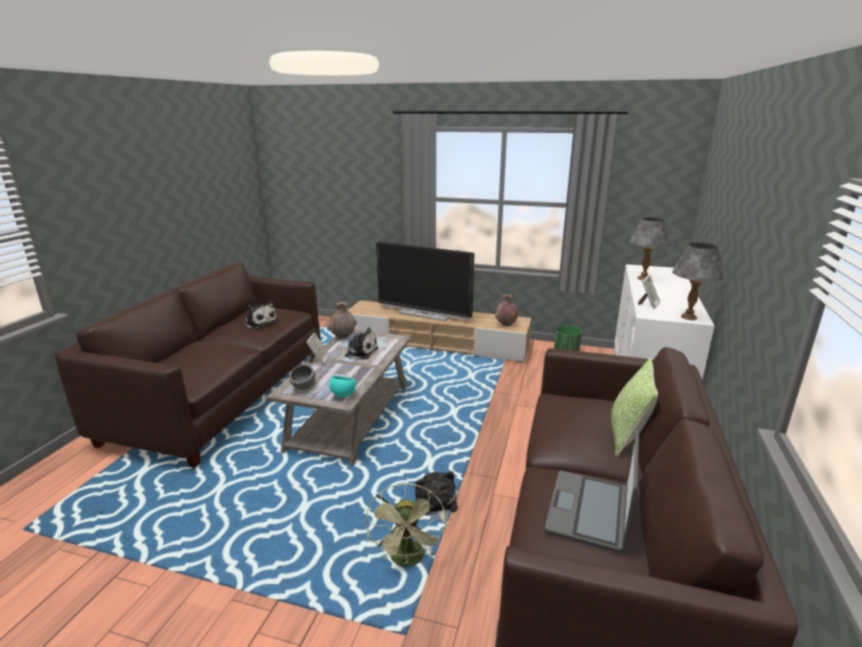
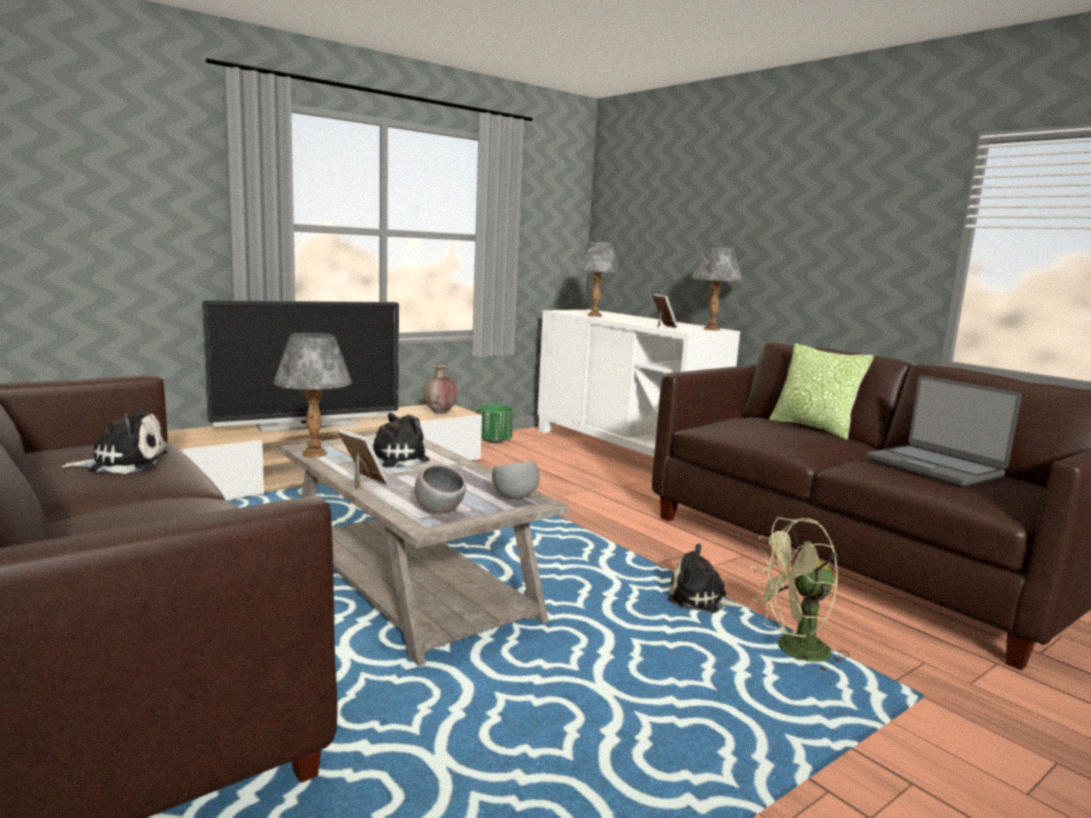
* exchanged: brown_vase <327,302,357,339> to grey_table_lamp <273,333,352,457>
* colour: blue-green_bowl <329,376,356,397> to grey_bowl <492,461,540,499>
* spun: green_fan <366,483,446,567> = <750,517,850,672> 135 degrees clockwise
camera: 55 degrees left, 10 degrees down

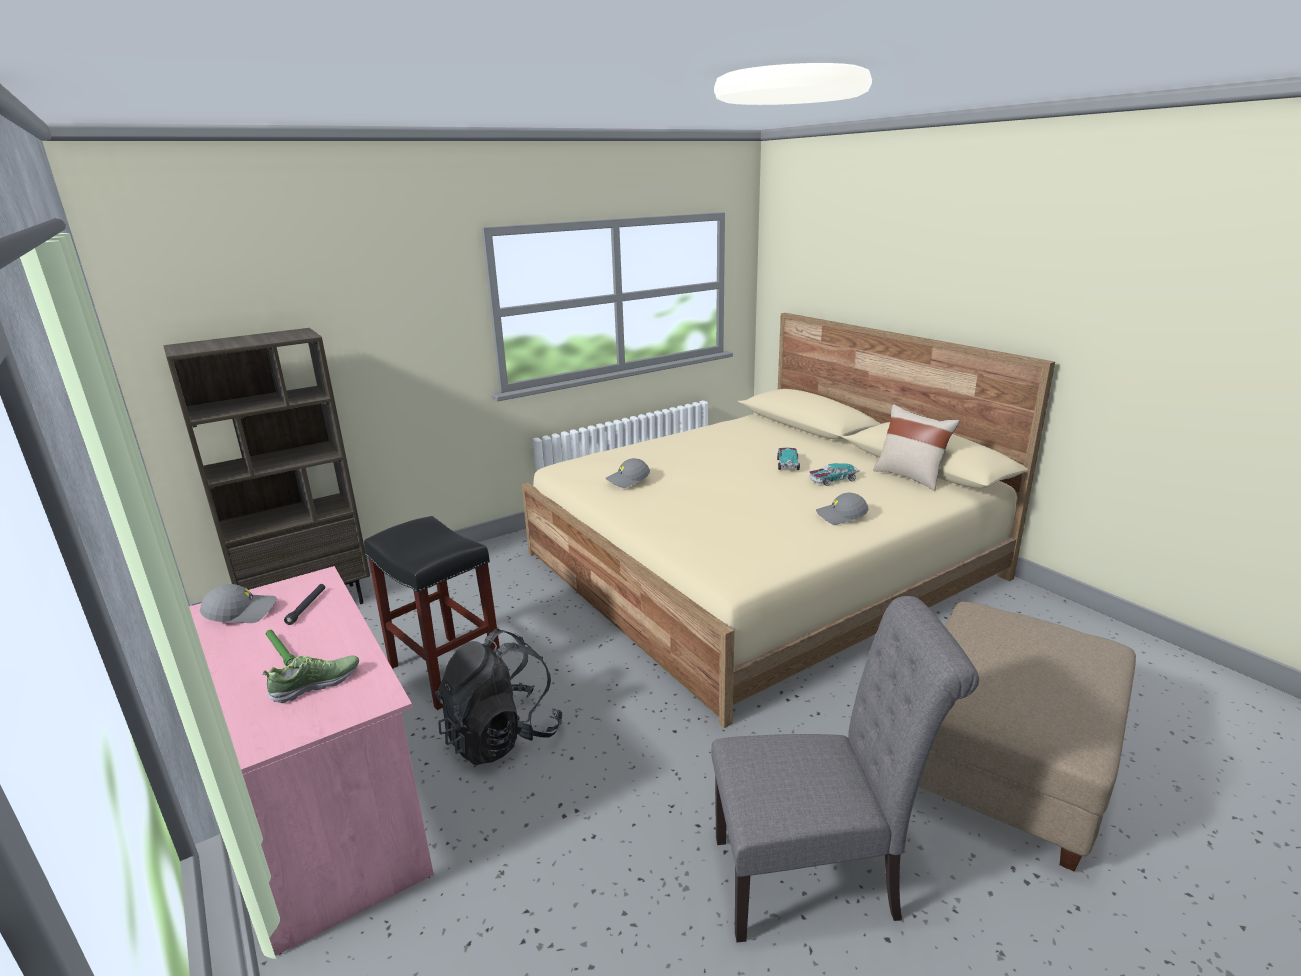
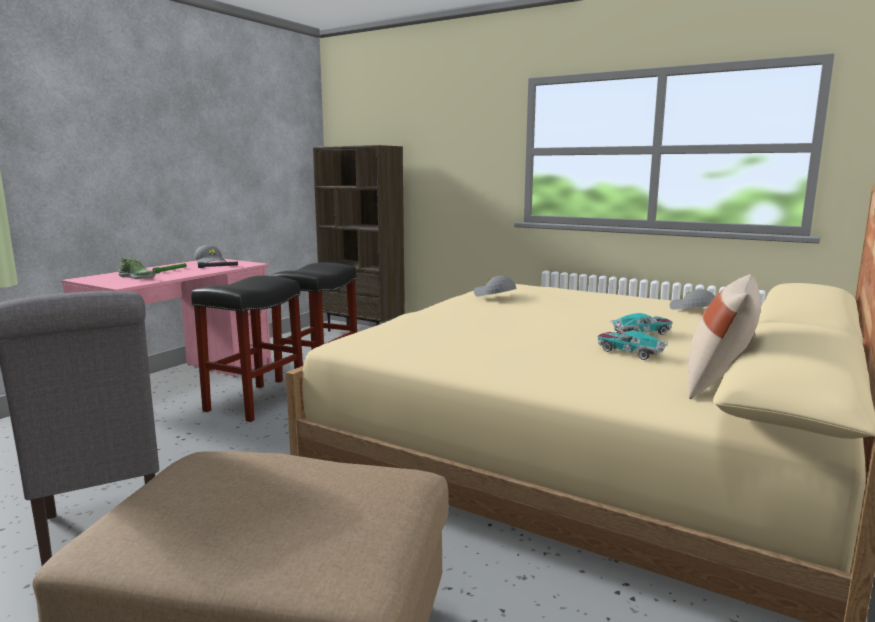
* relocated: grey_baseball_cap <816,493,869,525> to <670,289,716,310>
* exchanged: blackish_backpack <435,628,562,765> to blackish_stool_seat <191,275,303,422>
camera: 65 degrees right, 10 degrees down

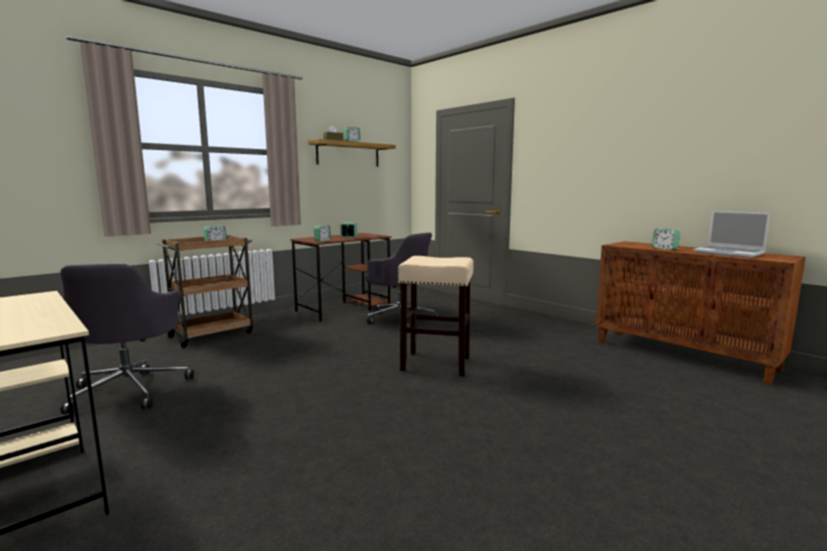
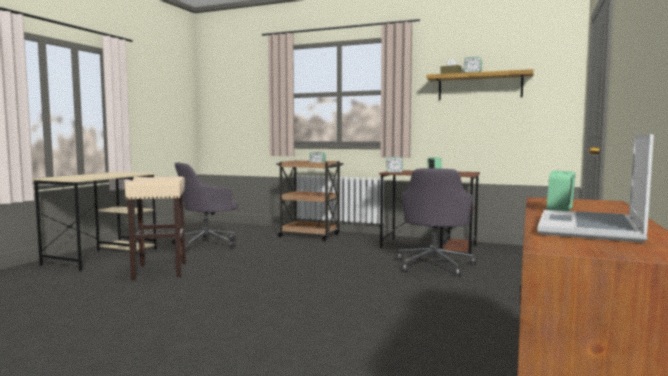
* relocated: sand-coloured_stool_seat <398,256,474,376> to <125,177,186,280>
camera: 65 degrees right, 5 degrees down

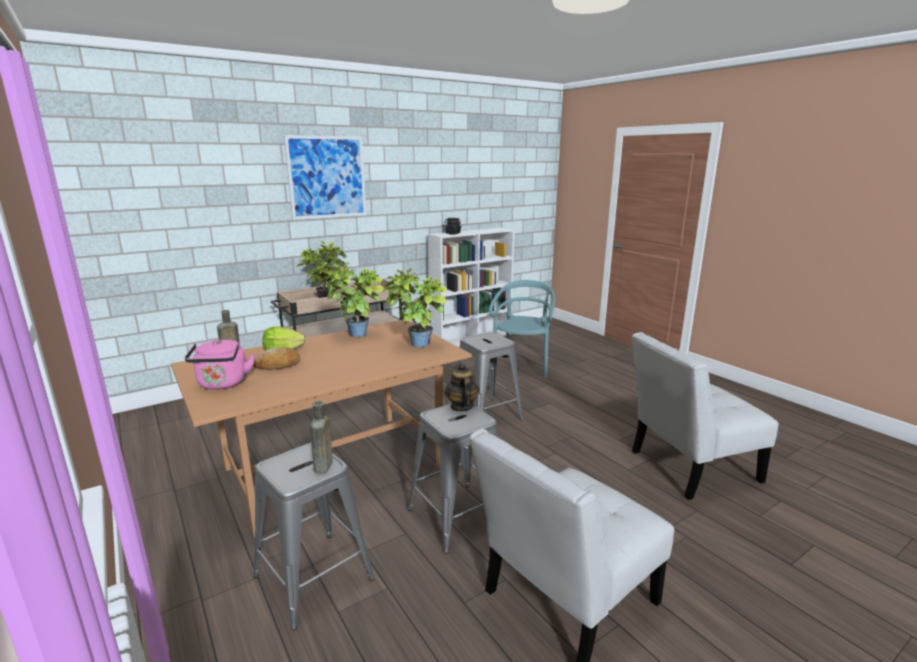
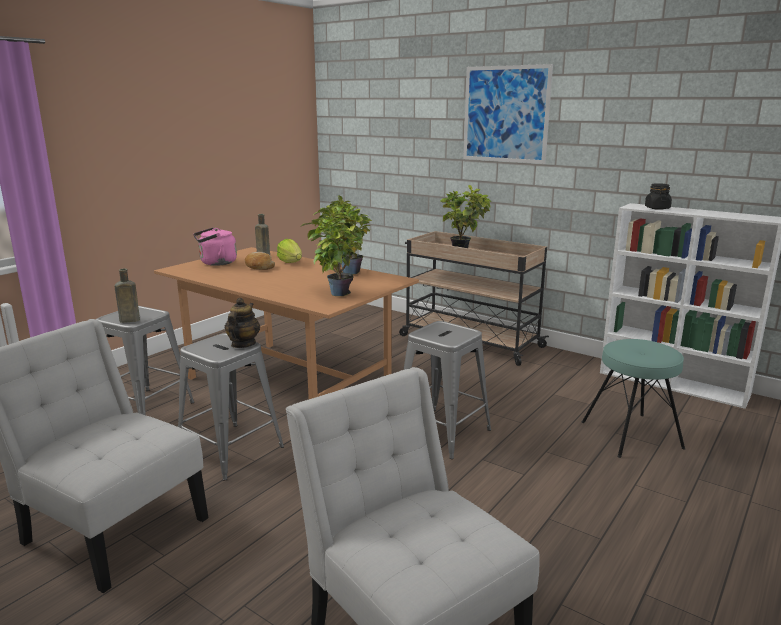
* exchanged: blue-green_plain_chair <489,280,555,378> to blue-green_stool_seat <582,339,685,458>
* spun: pot_for_tea <445,363,480,412> = <225,298,260,348> 45 degrees counterclockwise
camera: 70 degrees right, 0 degrees up

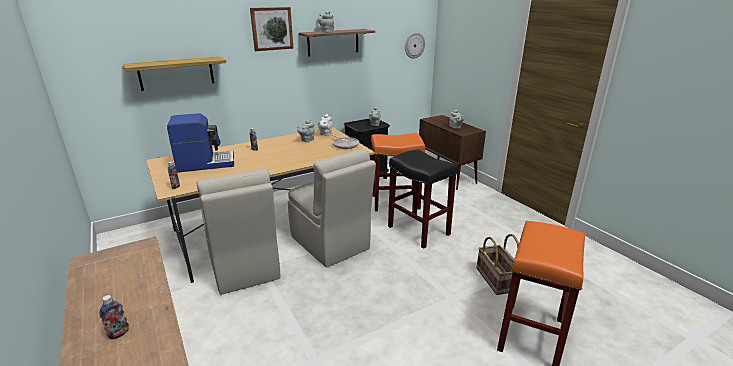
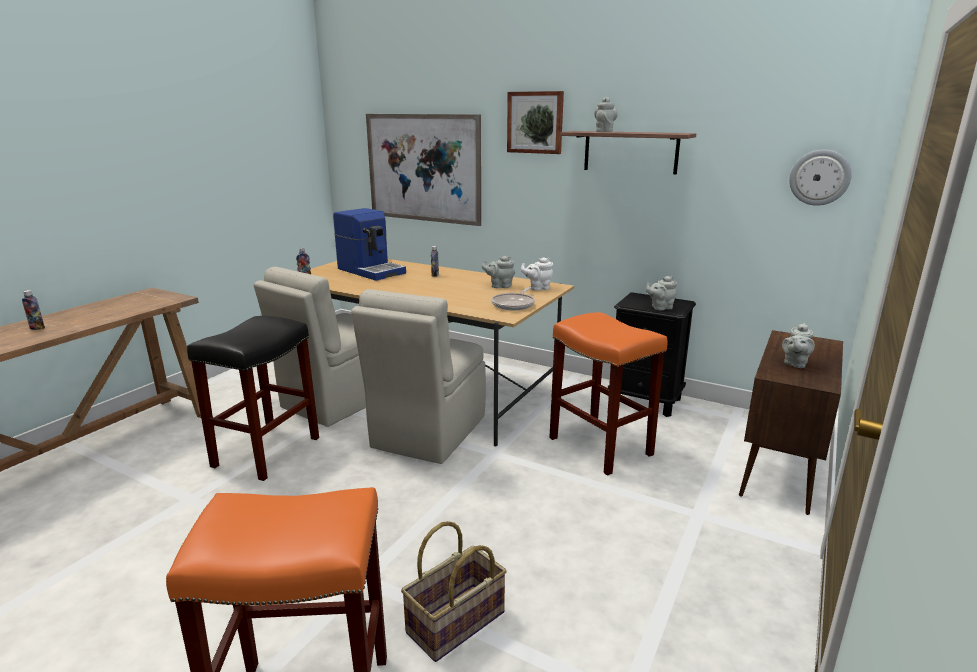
* relocated: blackish_stool_seat <388,150,458,249> to <187,316,319,481>
* exchanged: wall_shelf <123,56,226,91> to wall_art <366,114,481,226>
camera: 60 degrees right, 5 degrees down

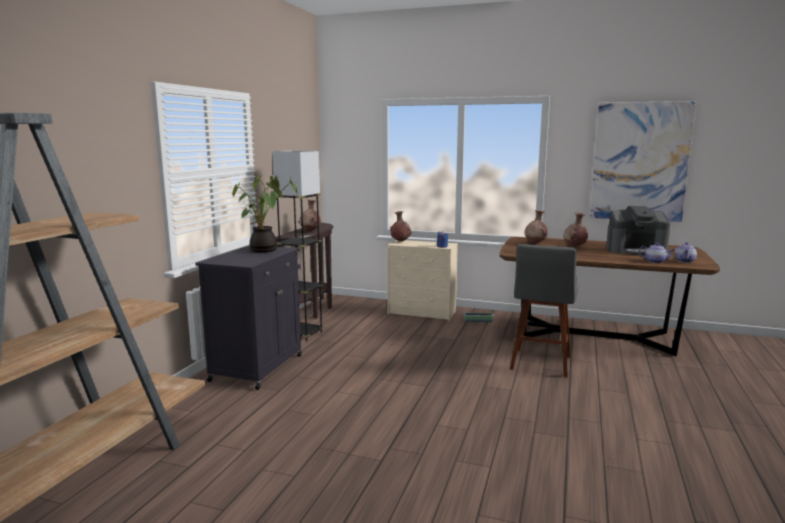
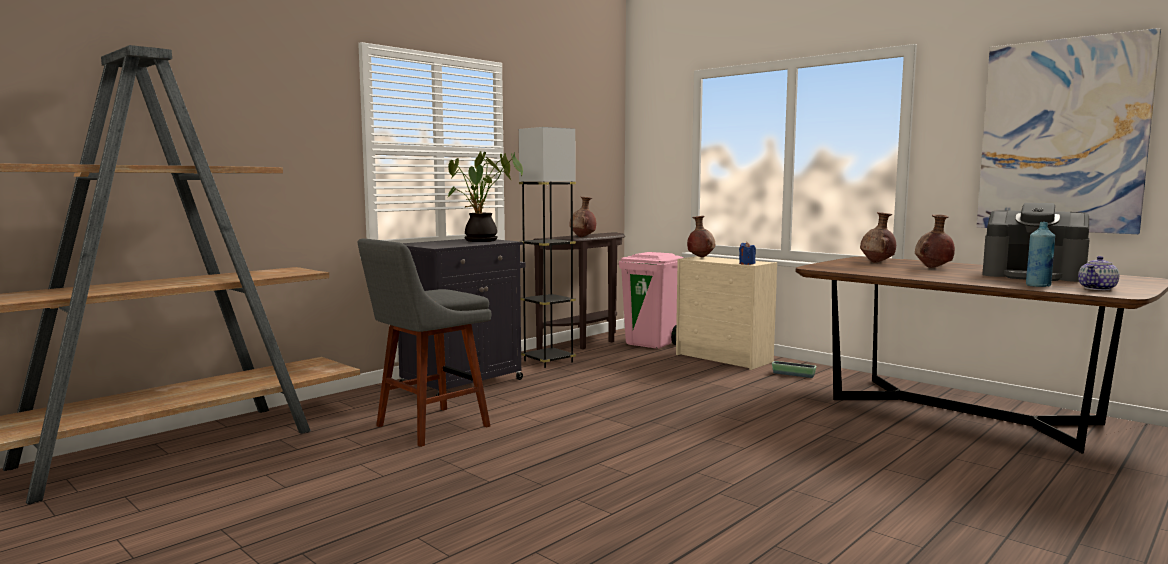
* appeared: pink_trash_can <619,252,684,349>
* relocated: grey_stool_seat <510,244,578,378> to <358,239,491,447>
* exchanged: pot_for_tea <639,243,675,263> to blue-coloured_beverage_bottle <1026,222,1055,287>
camera: 25 degrees right, 5 degrees down

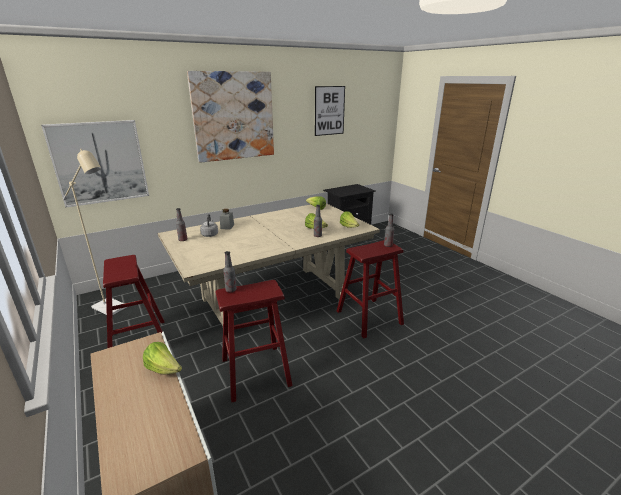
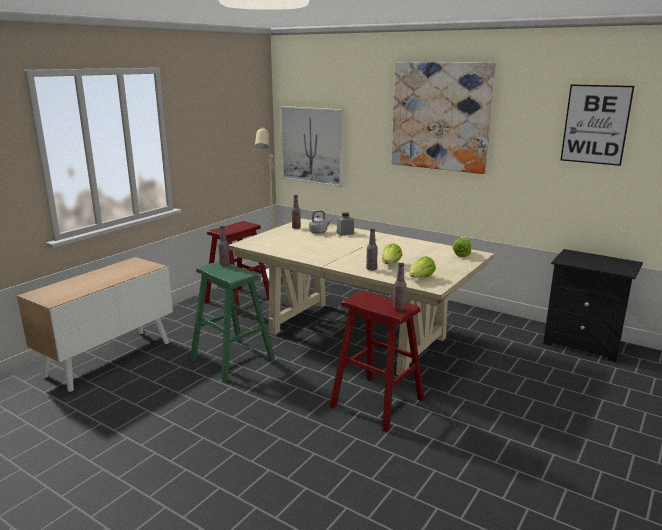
* missing: head_of_lettuce <143,342,182,374>
* colour: reddish_stool_seat <215,280,292,402> to green_stool_seat <190,261,275,382>
camera: 65 degrees right, 5 degrees down

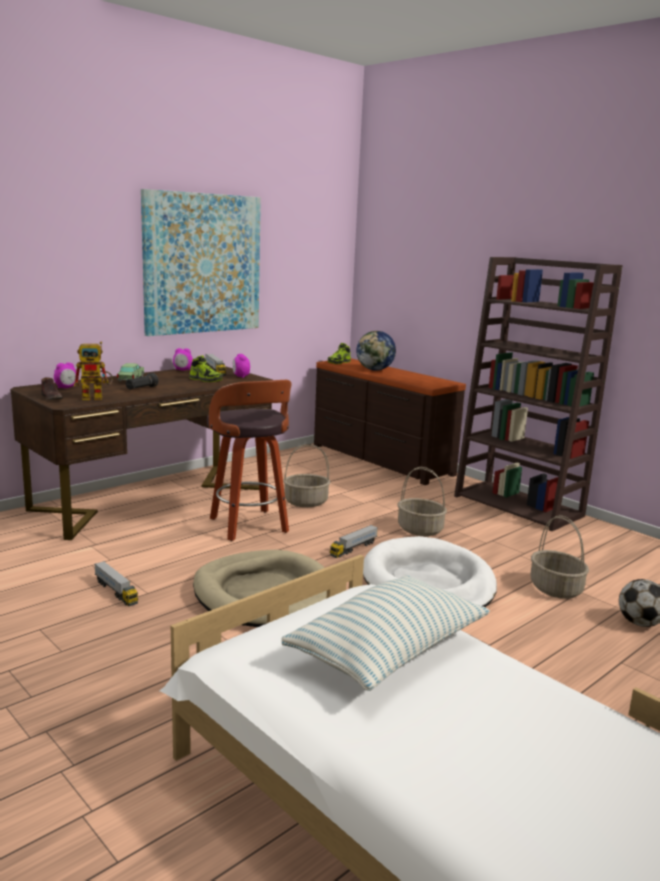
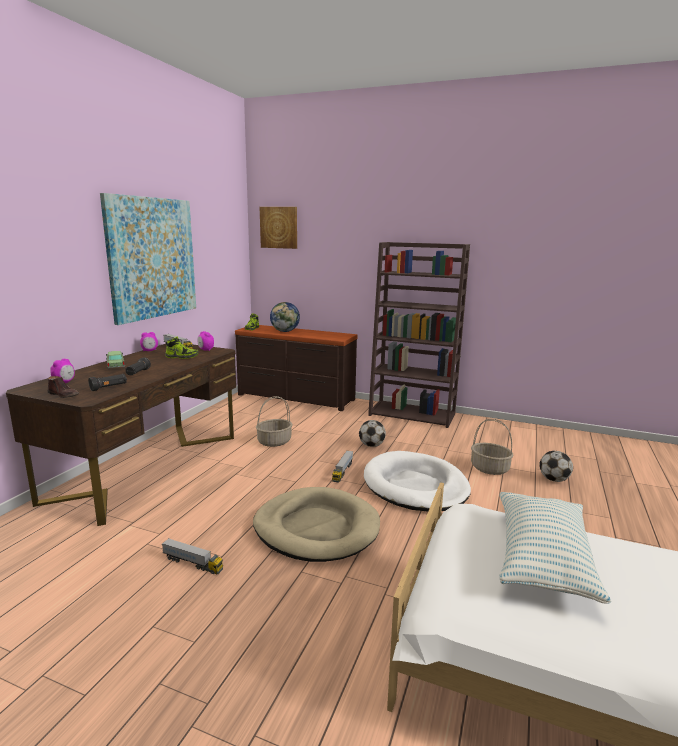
* missing: stool_seat <207,380,292,541>
* appeared: wall_art <260,207,297,249>
* exchanged: toy_robot <74,342,113,400> to blackish_torch <88,374,127,391>
* exchanged: household_basket <397,467,447,536> to ball_for_football <359,420,386,447>
camera: 25 degrees left, 0 degrees up

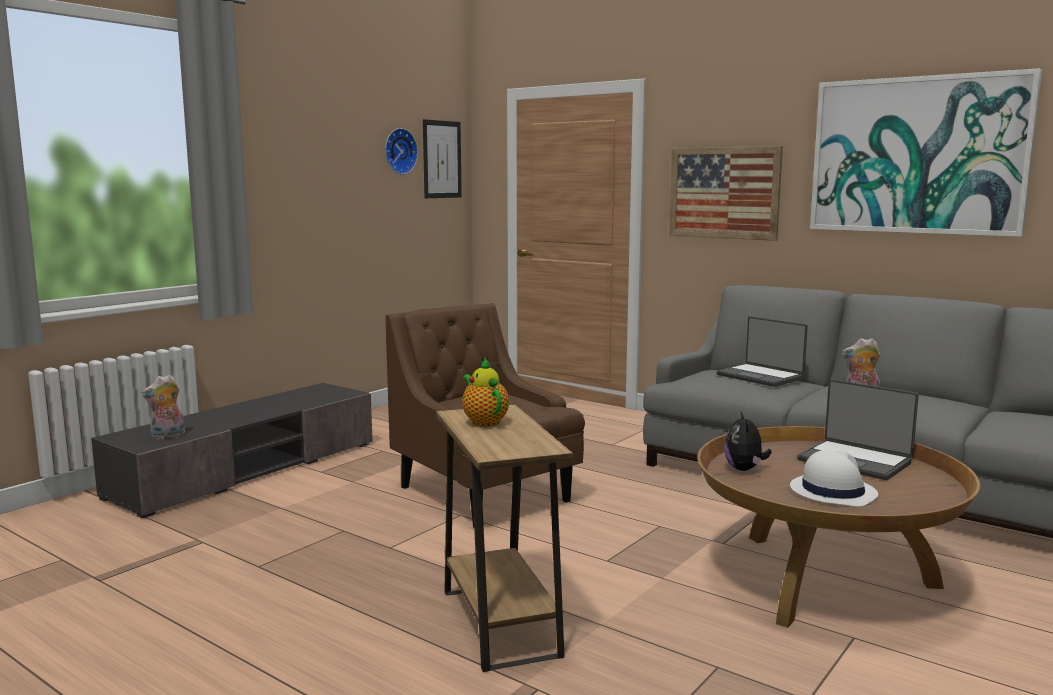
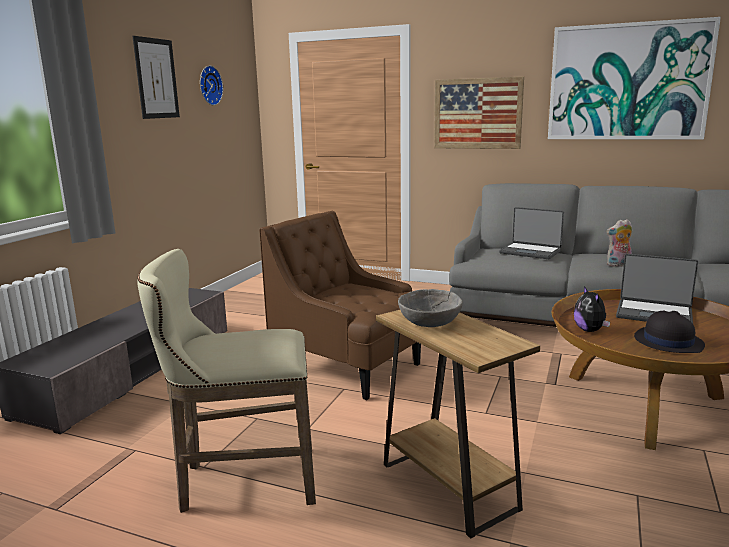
* missing: cuddly_toy <141,375,185,440>
* appeared: sand-coloured_stool_seat <138,249,316,513>
* relocated: wall_art <423,119,462,198> to <132,36,180,119>
* exchanged: pot_for_tea <462,358,509,427> to grey_bowl <398,289,463,327>
* colour: white-coloured_hat <790,449,878,507> to blackish_hat <634,311,705,353>
camera: 15 degrees left, 5 degrees up

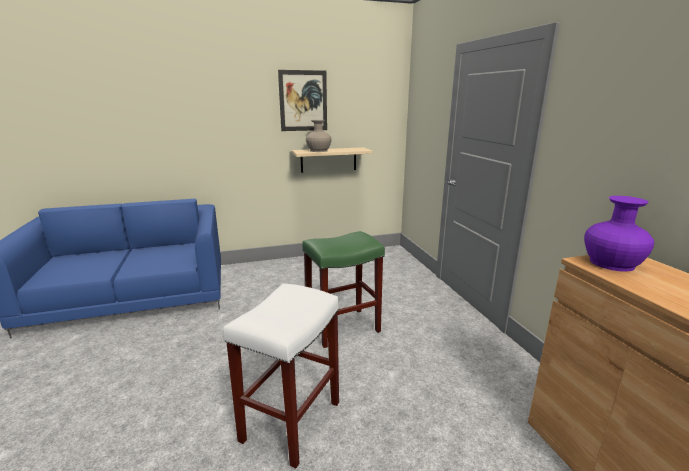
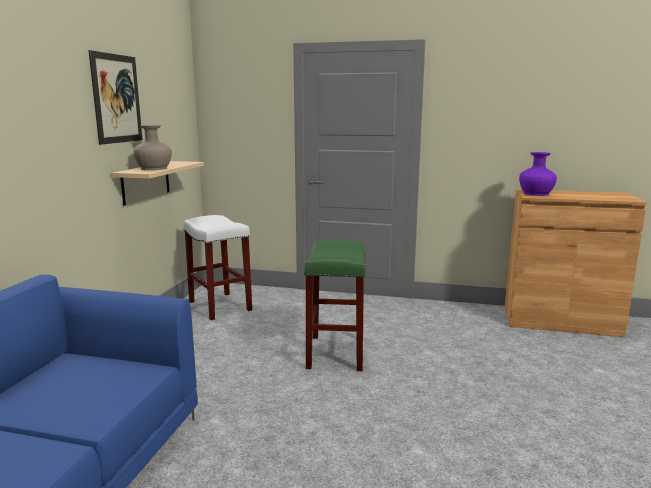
* relocated: white-coloured_stool_seat <223,284,339,468> to <183,215,252,320>
camera: 60 degrees left, 5 degrees down

